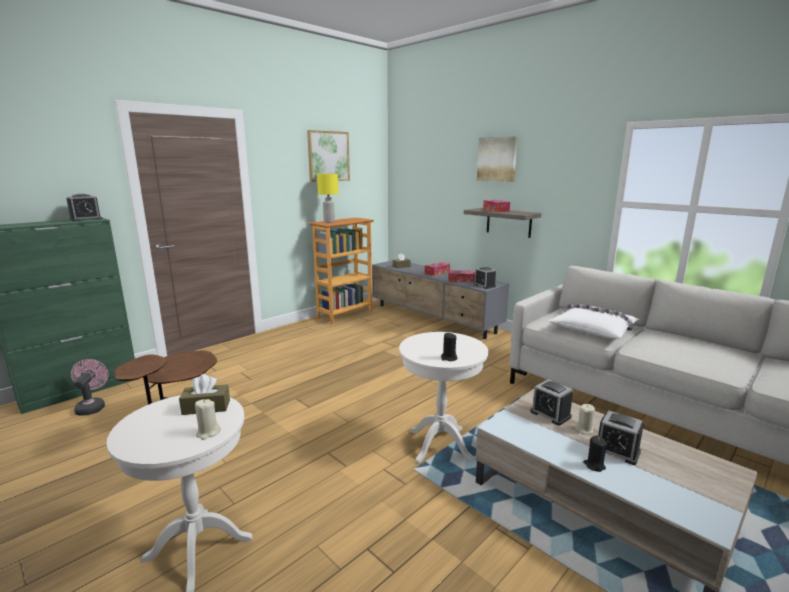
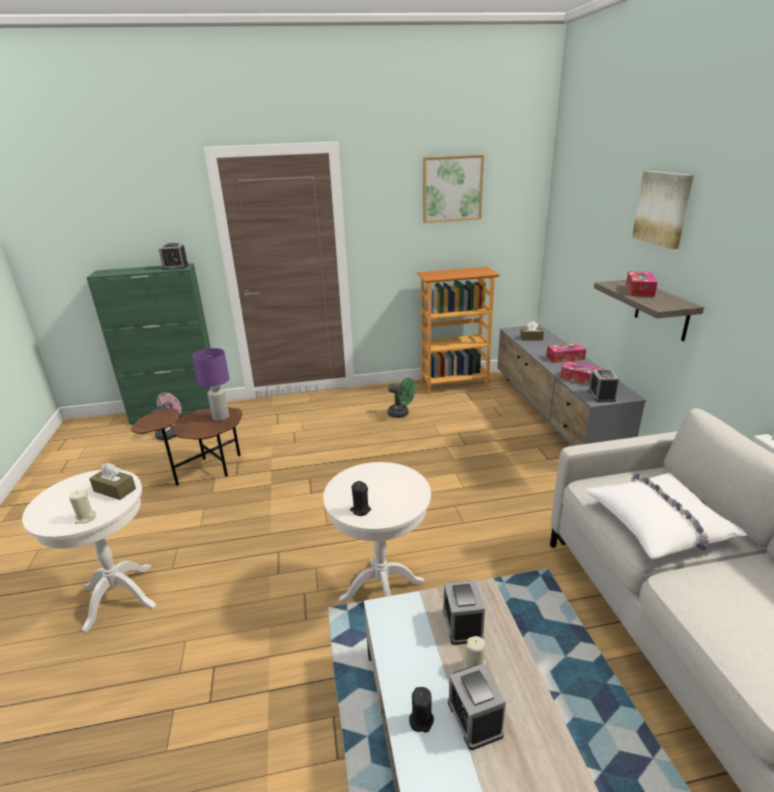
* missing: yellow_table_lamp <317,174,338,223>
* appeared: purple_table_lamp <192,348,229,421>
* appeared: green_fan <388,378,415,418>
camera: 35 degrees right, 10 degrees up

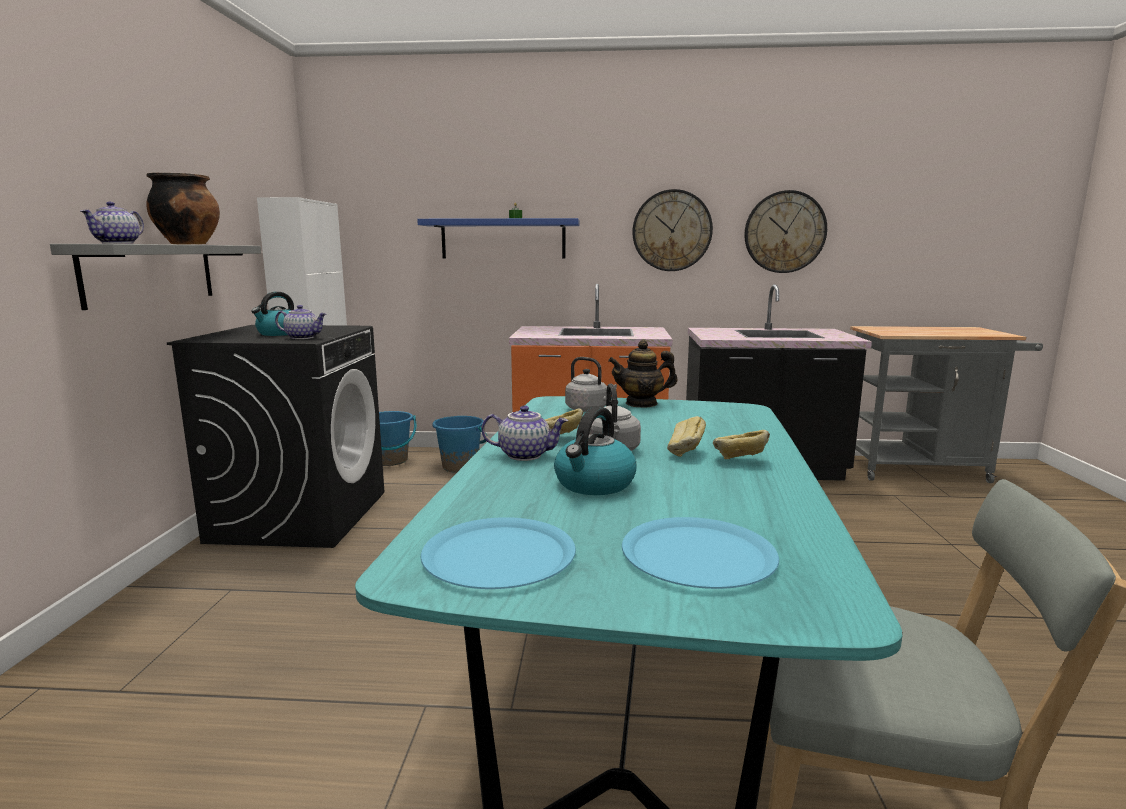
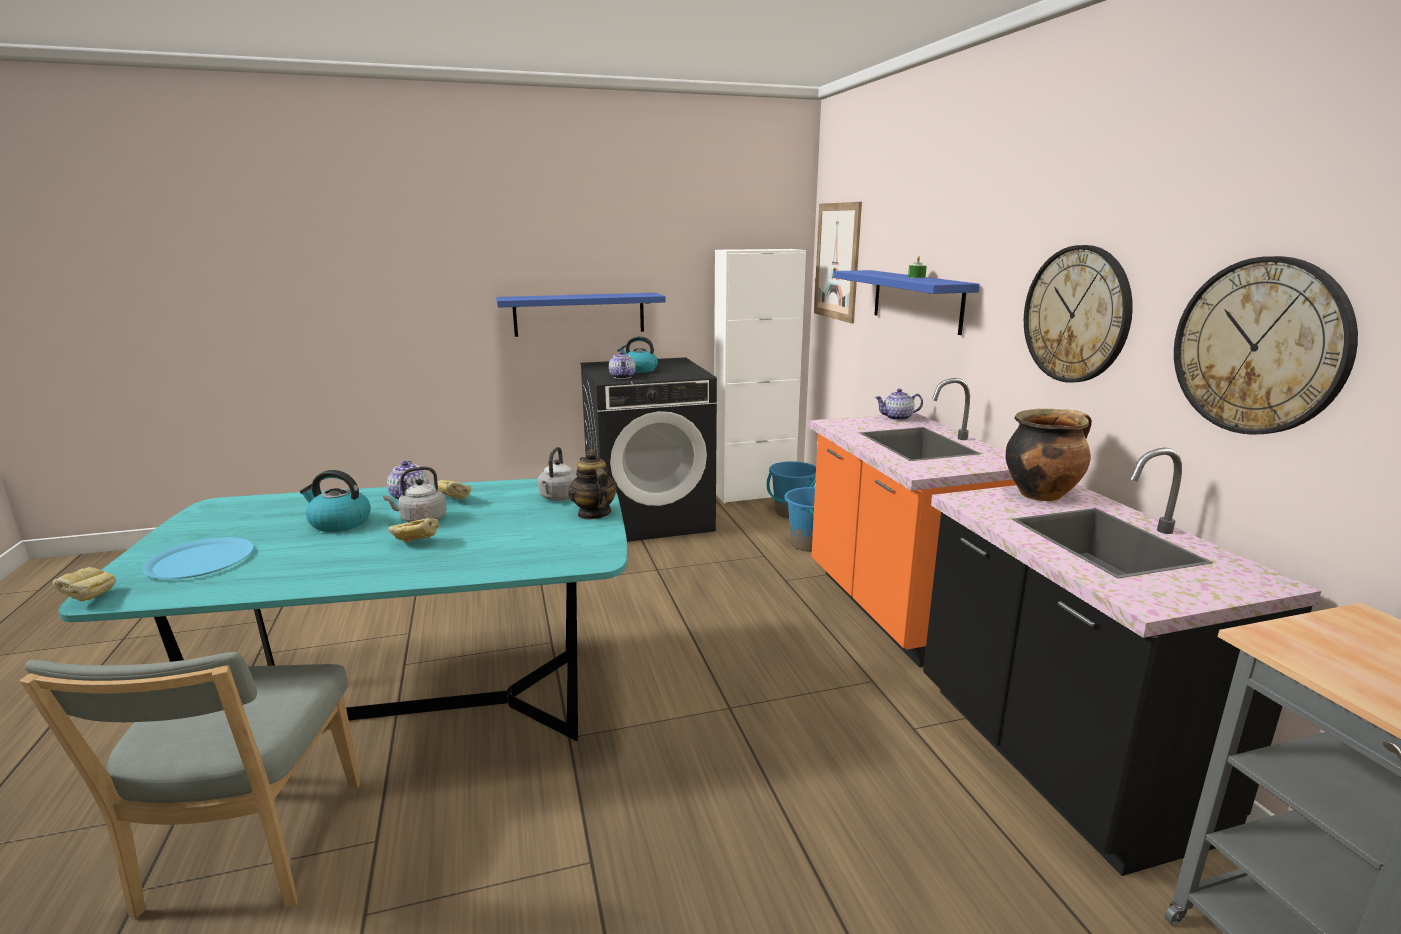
* missing: blue-coloured_plate <421,517,576,589>
* appeared: wall_art <814,202,862,323>
* relocated: pot_for_tea <80,202,144,244> to <875,389,923,421>
* relocated: cooking_pot <146,173,220,245> to <1006,409,1092,501>
* relocated: bakery_bread <713,430,770,459> to <52,567,116,601>
* colour: grey_wall_shelf <50,244,261,310> to blue-coloured_wall_shelf <496,293,665,337>
camera: 70 degrees right, 5 degrees up

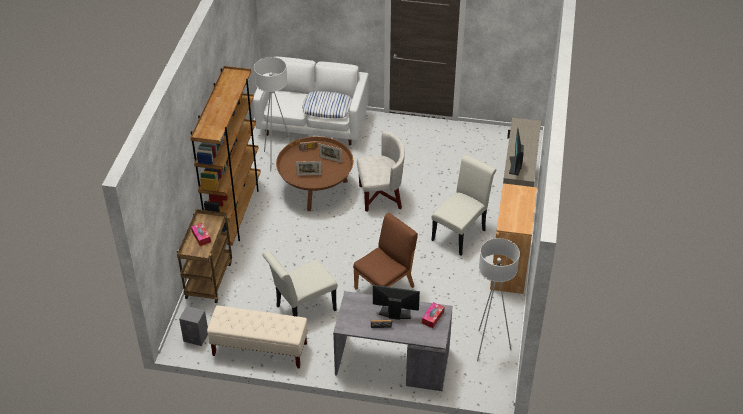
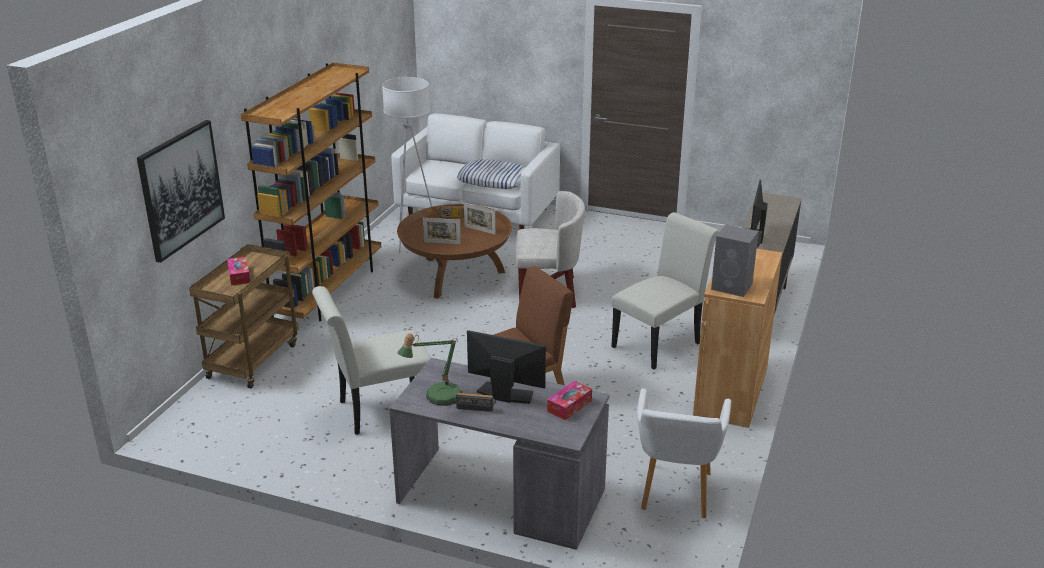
* missing: sand-coloured_bench <207,305,308,369>
* appeared: wall_art <137,120,225,263>
* appeared: table_lamp <397,334,462,406>
* relocated: grey_audio_speaker <179,306,208,346> to <711,225,759,297>
* exchanged: white-coloured_floor_lamp <477,238,520,361> to white-coloured_easy_chair <637,388,731,518>
camera: 10 degrees right, 15 degrees down

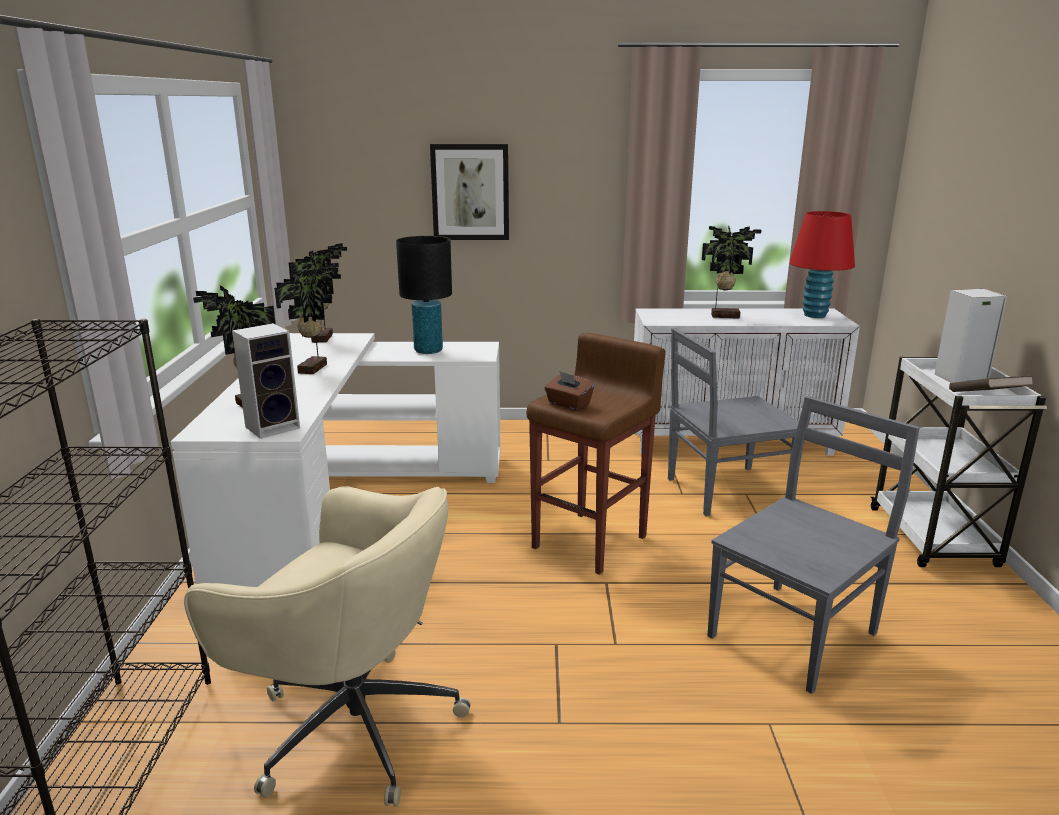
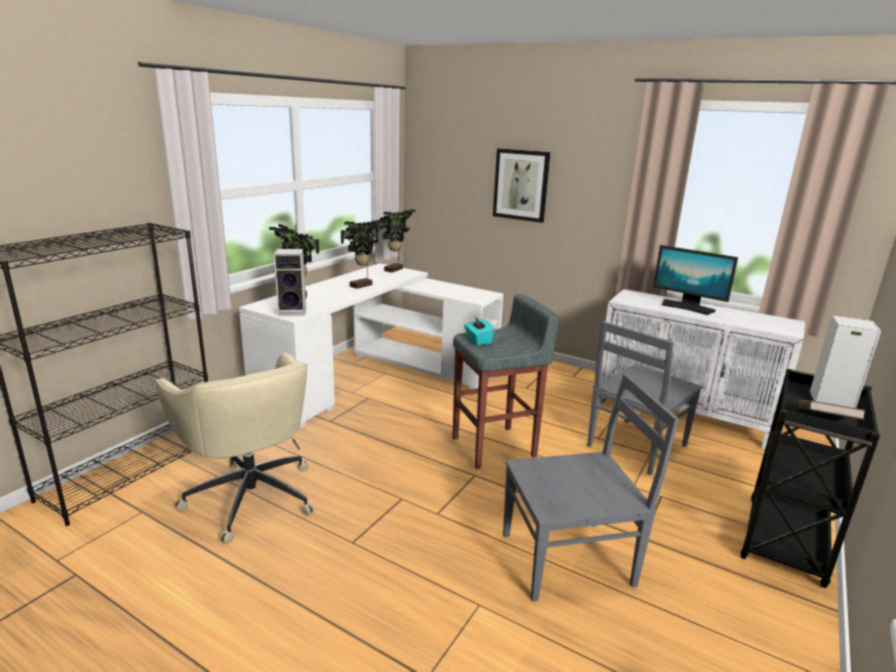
* missing: blackish_table_lamp <396,236,452,354>
* missing: reddish_table_lamp <789,211,855,318>
* exchanged: plant_in_a_pot <702,225,762,319> to computer_screen <653,245,738,315>
* colour: brown_stool_seat <527,333,665,575> to grey_stool_seat <453,294,560,469>
* colour: brown_tissue_box <544,371,594,410> to blue-green_tissue_box <464,317,495,346>
* colour: white-coloured_wheeled_cart <871,357,1047,567> to blackish_wheeled_cart <740,369,880,588>
* spun: grey_plain_chair <668,328,802,516> = <587,321,703,475> 60 degrees counterclockwise
camera: 30 degrees right, 0 degrees up

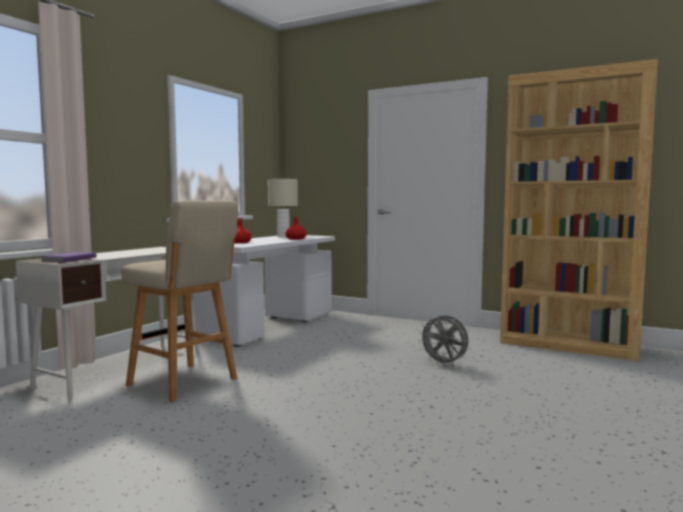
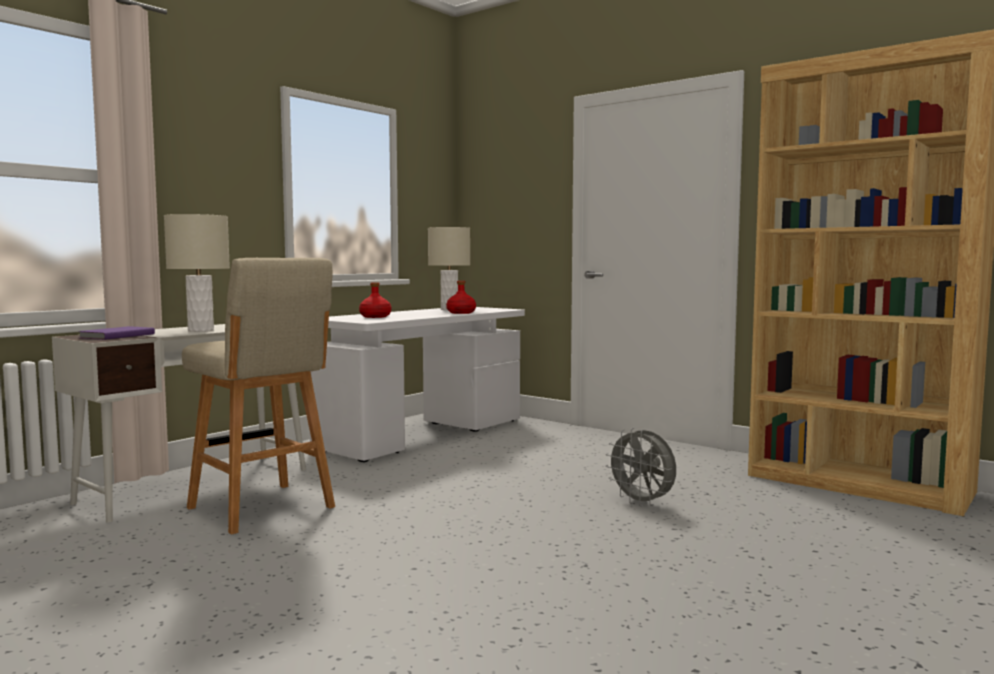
* appeared: sand-coloured_table_lamp <164,214,230,332>
camera: 10 degrees right, 0 degrees up

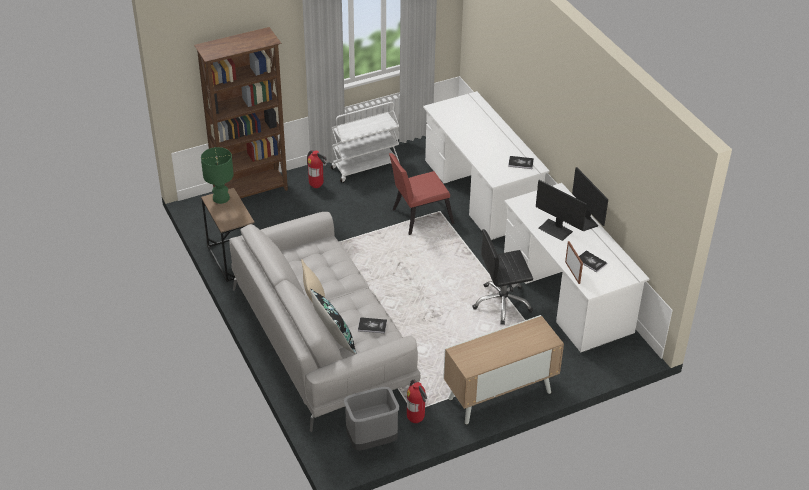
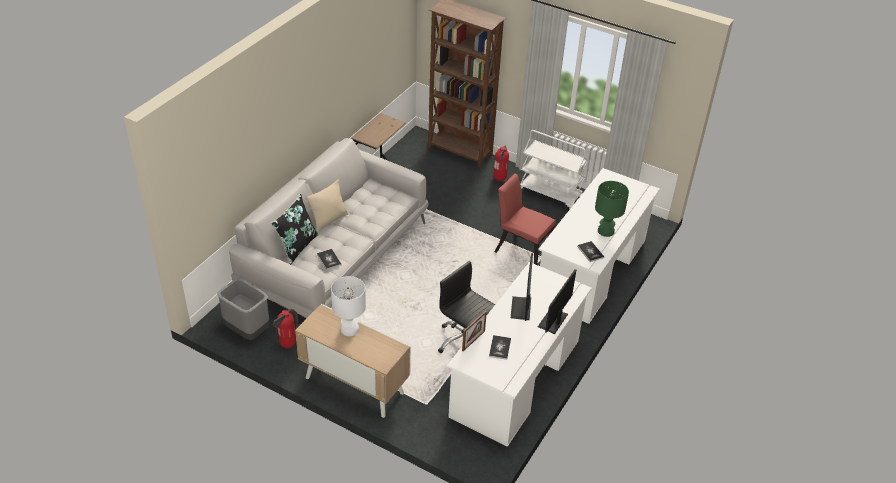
* appeared: white-coloured_table_lamp <331,276,366,336>
* relocated: green_table_lamp <201,147,234,204> to <595,181,629,237>
camera: 55 degrees right, 0 degrees up

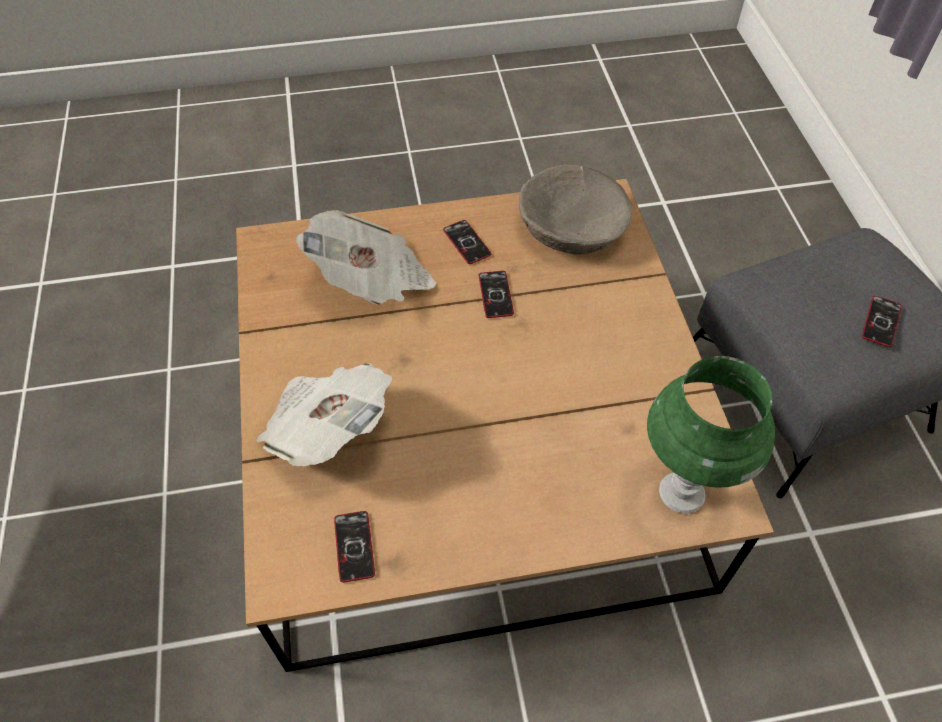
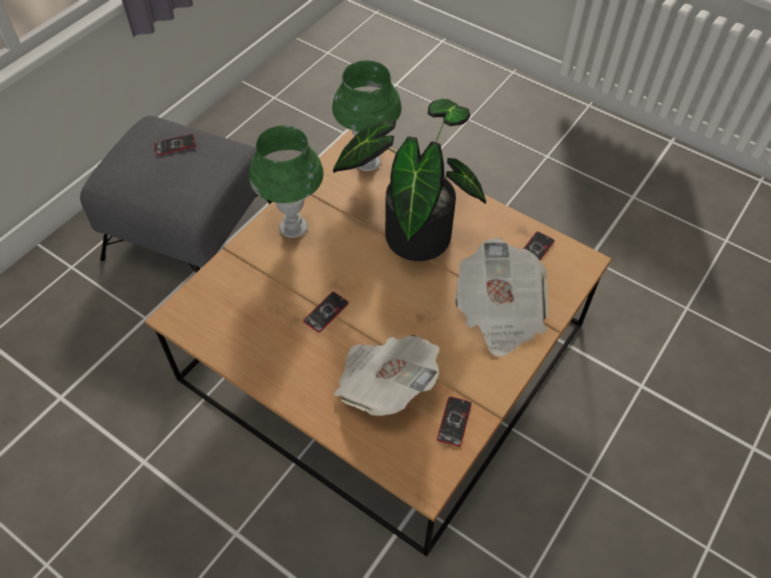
* missing: sand-coloured_bowl <519,165,632,255>
* appeared: green_table_lamp <249,125,324,238>
* appeared: plant_in_a_pot <333,99,486,261>
* relocated: handset <443,220,491,264> to <437,396,472,447>
camera: 135 degrees left, 0 degrees up

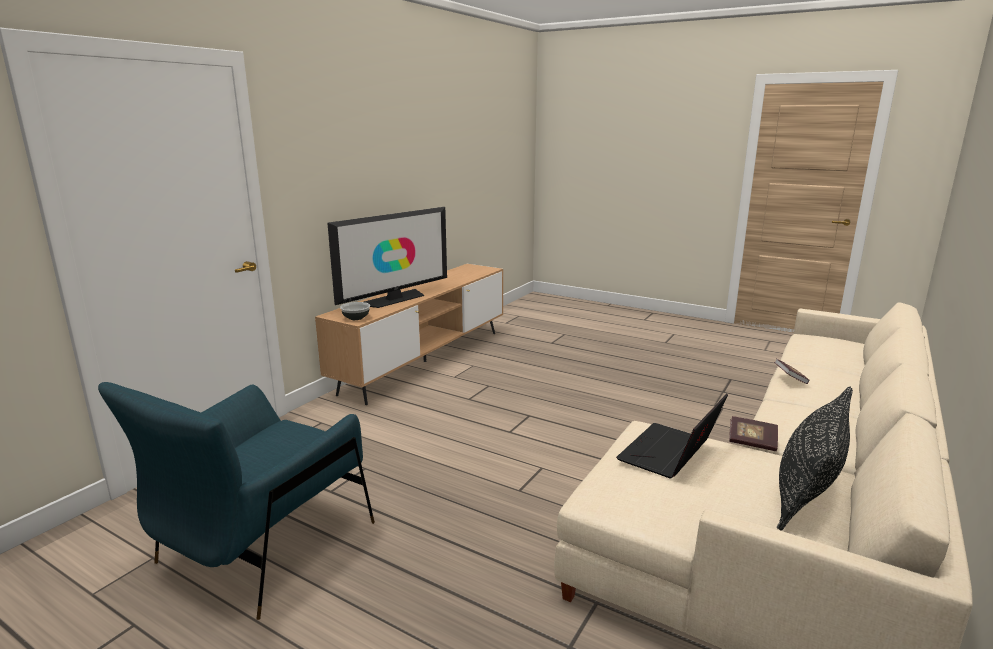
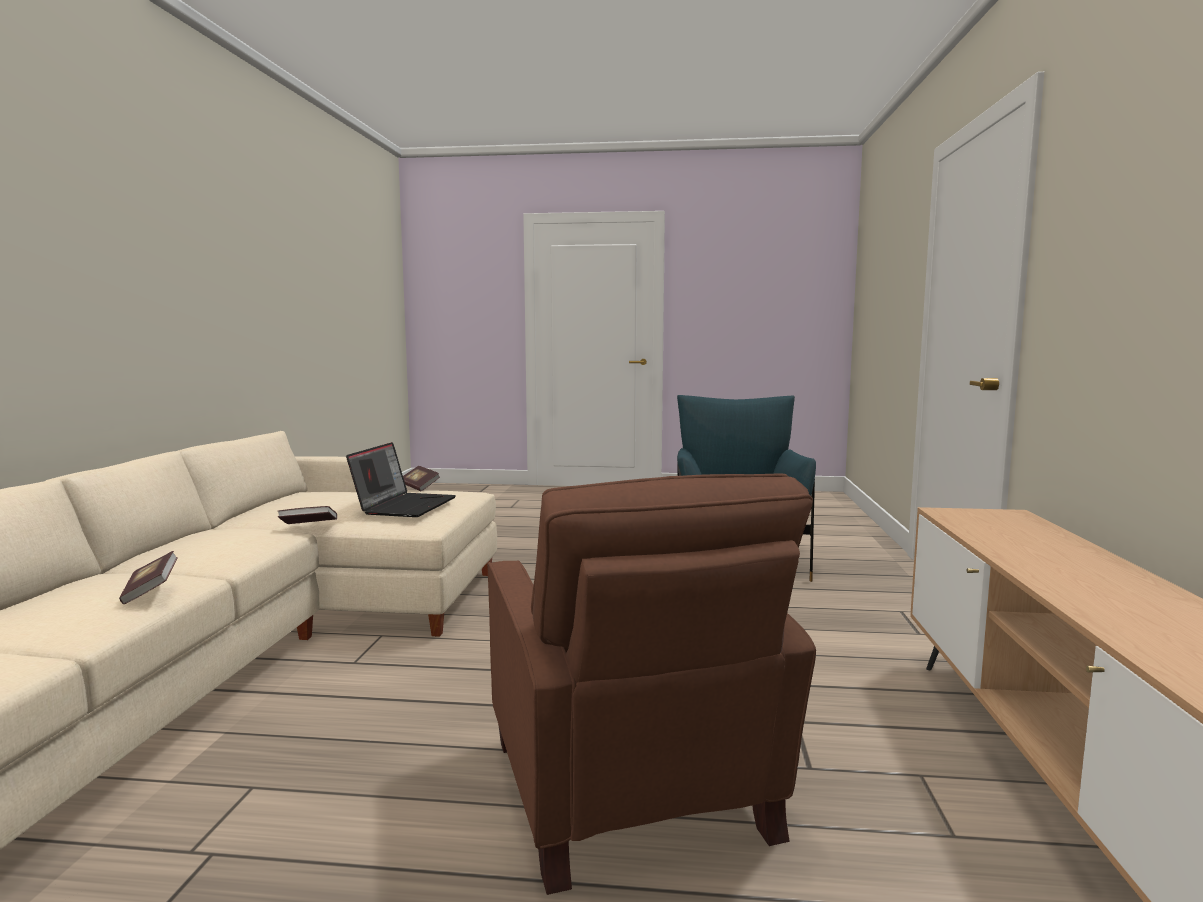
* missing: TV_set <327,207,447,308>
* missing: bowl <340,302,370,320>
* missing: blackish_cushion <777,386,853,531>
* appeared: bound_book <403,466,440,491>
* appeared: brown_easy_chair <487,473,816,895>
camera: 155 degrees right, 10 degrees down

